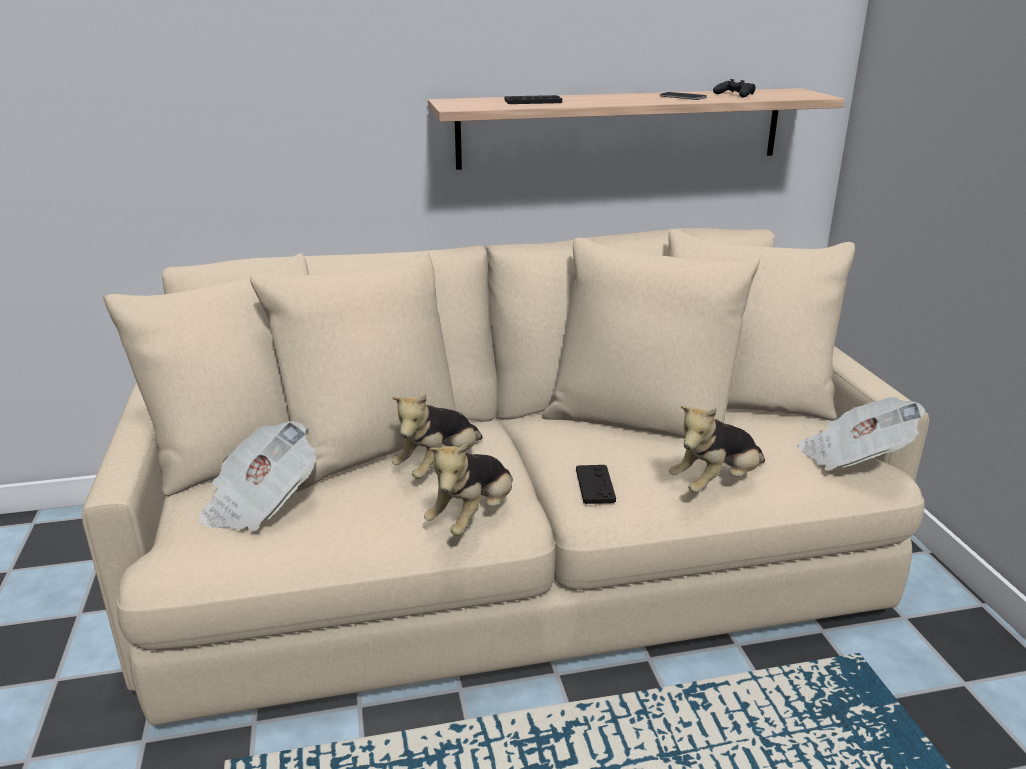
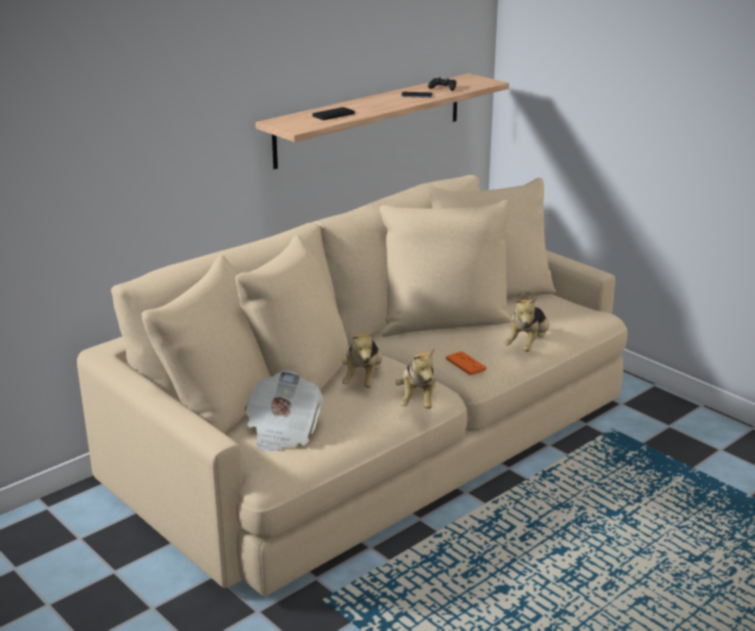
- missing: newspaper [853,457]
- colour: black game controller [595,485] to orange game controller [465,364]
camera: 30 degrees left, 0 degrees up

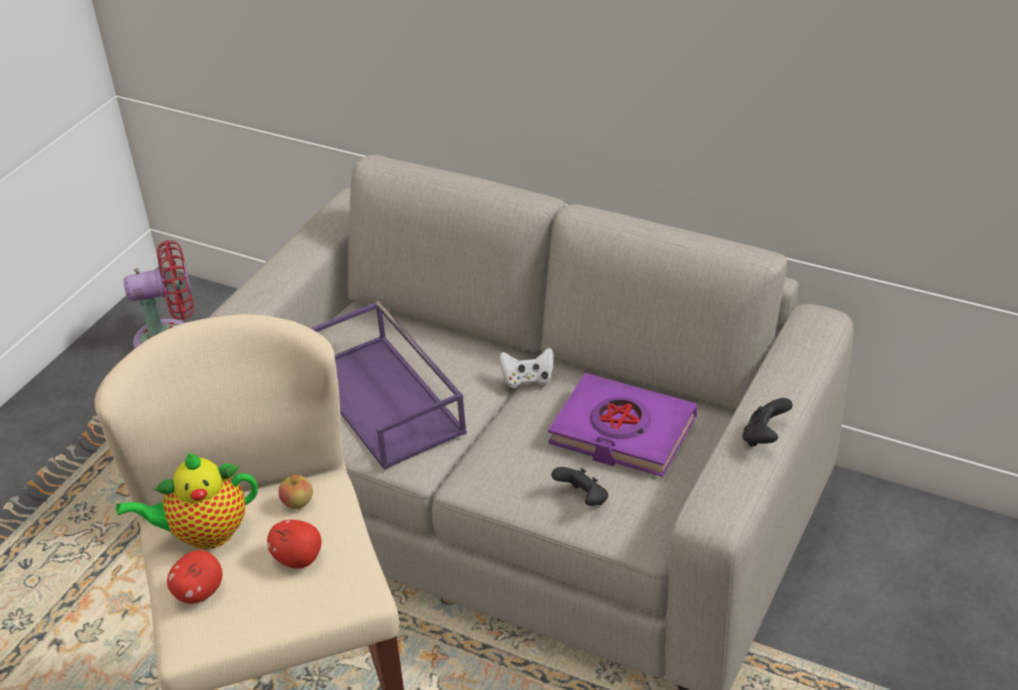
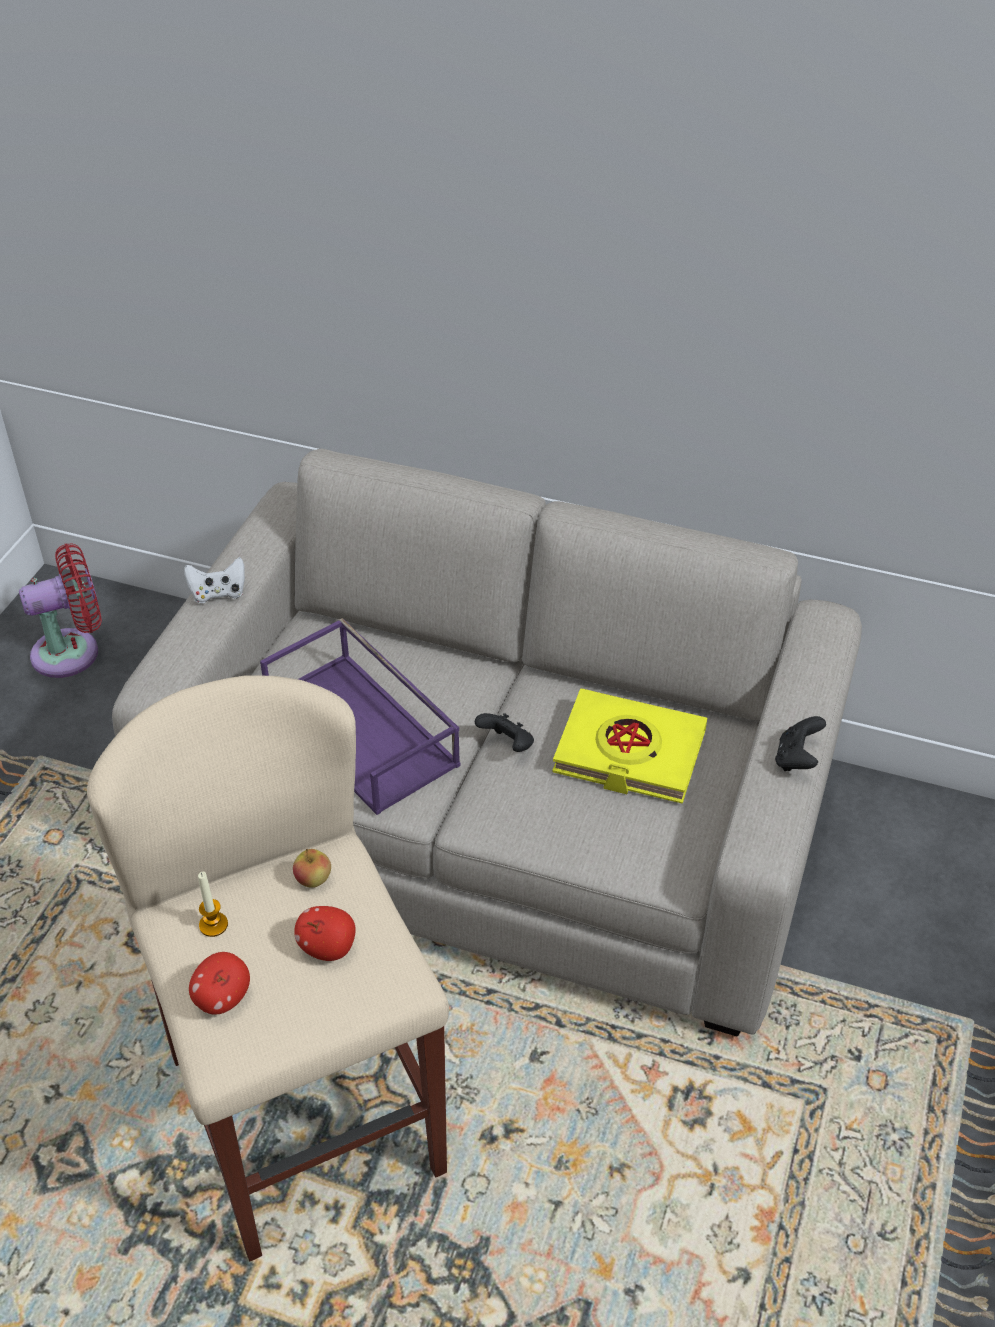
- relocated: white game controller [528,379] to [218,593]
- relocated: black game controller [583,499] to [507,745]
- exchanged: teapot [204,534] to candle [213,925]
- colour: purple book [622,432] to yellow book [629,753]
camera: 10 degrees left, 5 degrees up

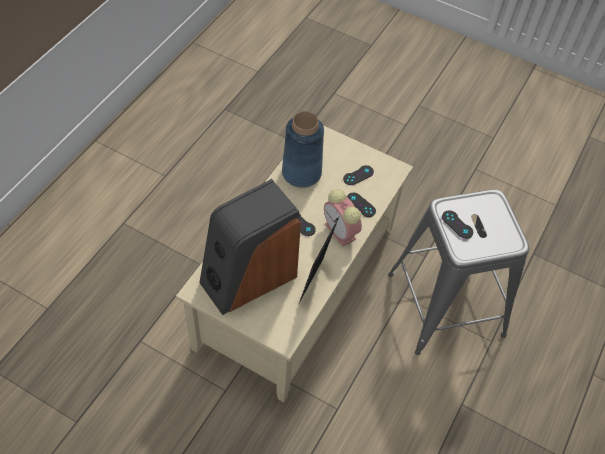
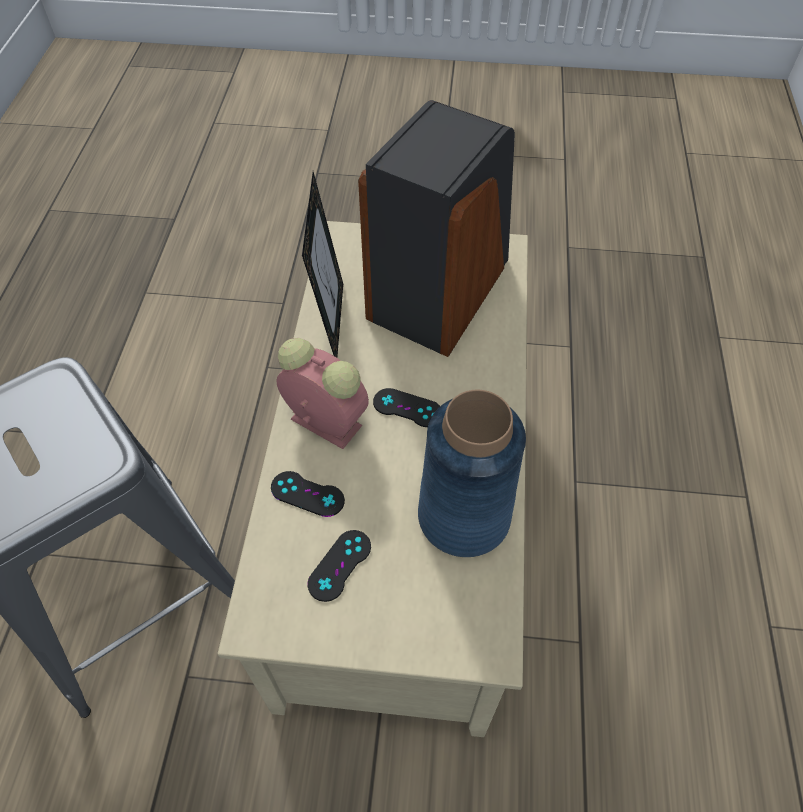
- missing: black game controller [457,224]
camera: 160 degrees right, 0 degrees up

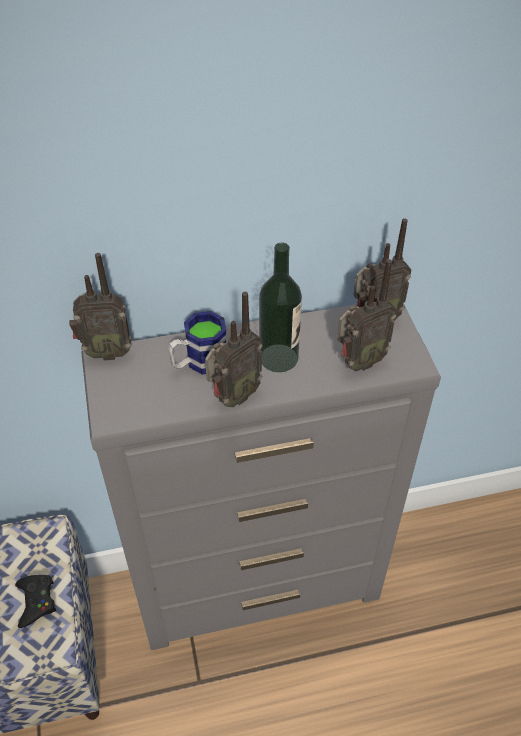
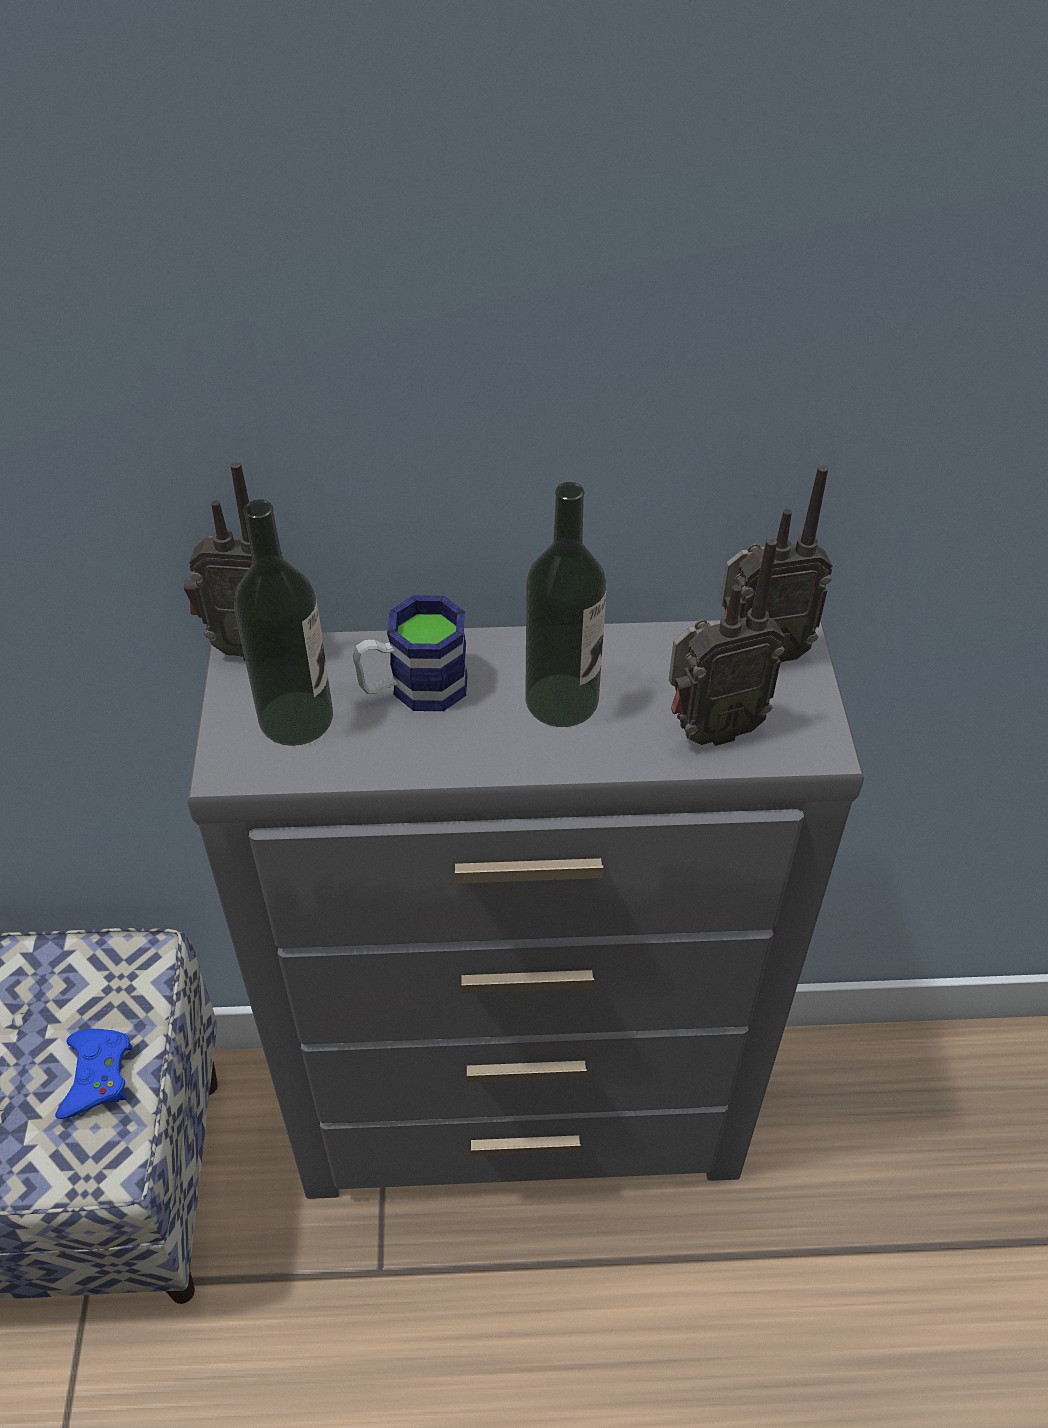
- missing: radio [233,397]
- appeared: bottle [296,718]
- colour: black game controller [36,601] to blue game controller [96,1076]
camera: 10 degrees right, 0 degrees up

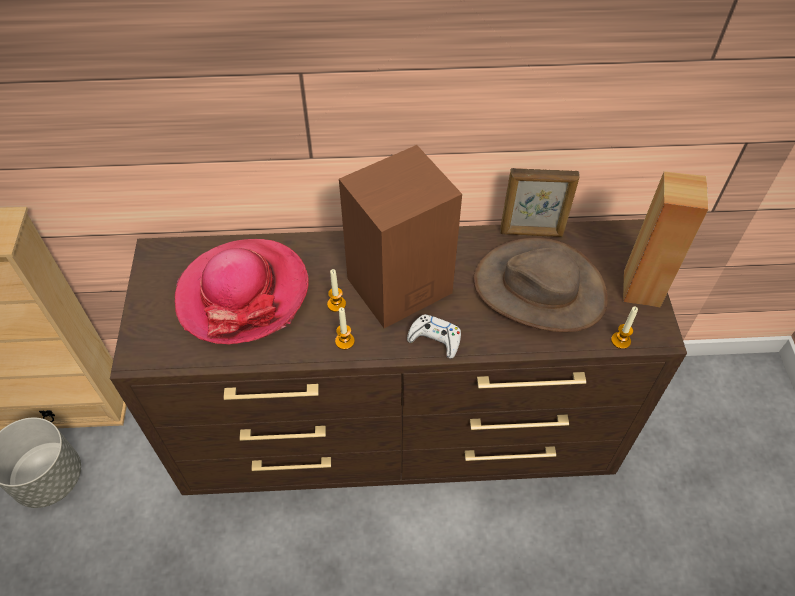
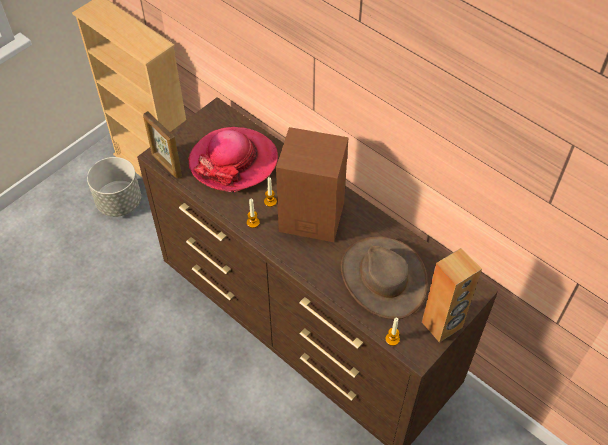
- missing: white game controller [435,339]
- relocated: picture frame [531,233] to [166,165]
camera: 45 degrees right, 0 degrees up

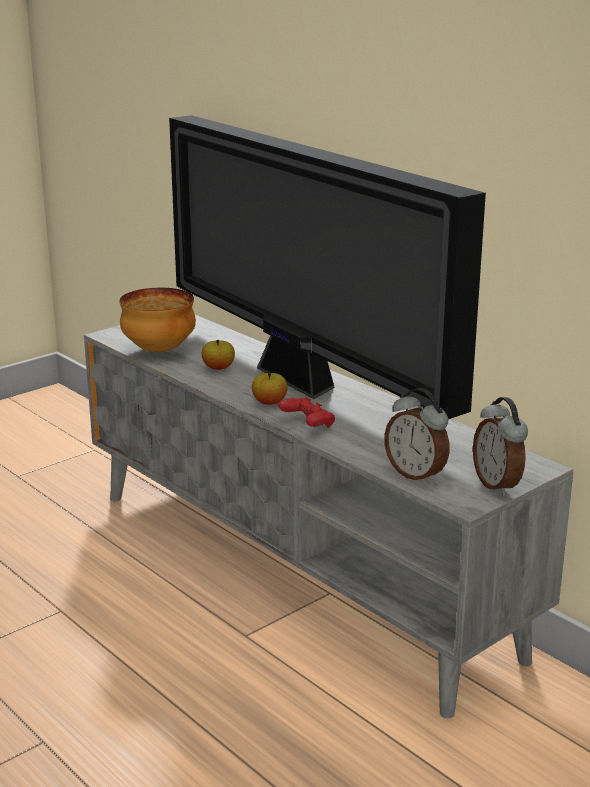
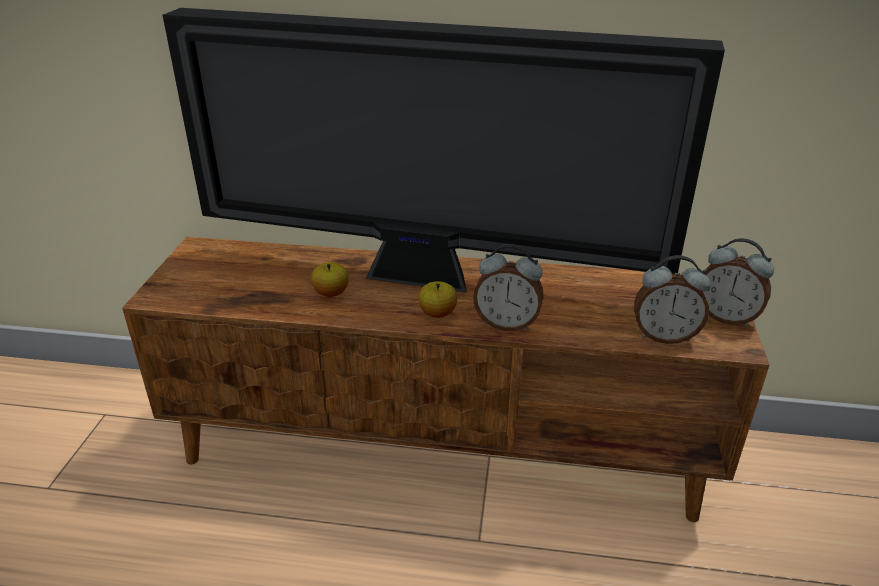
- missing: bowl [158,350]
- exchanged: red game controller [307,425] to alarm clock [507,324]
- colour: grey tv stand [298,571] to brown tv stand [441,448]
camera: 40 degrees left, 10 degrees up

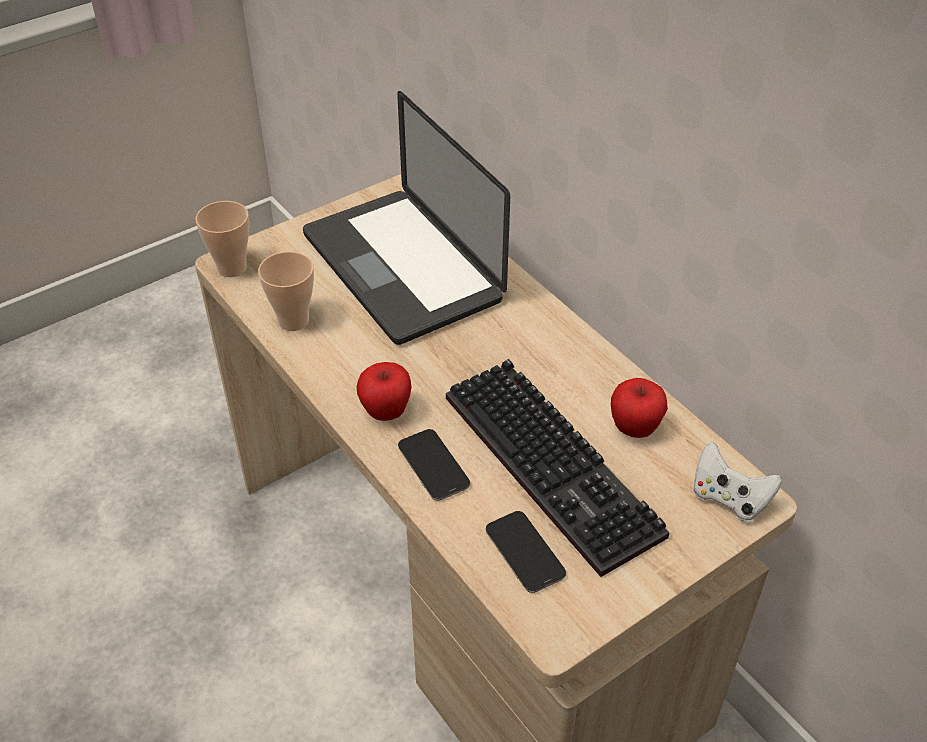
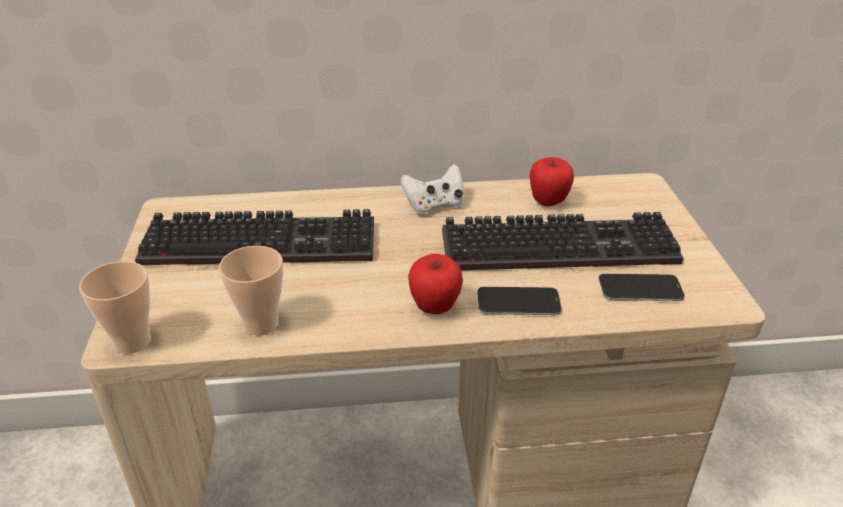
- relocated: white game controller [729,498] to [434,205]
- exchanged: laptop [401,267] to keyboard [265,241]
camera: 60 degrees left, 10 degrees down

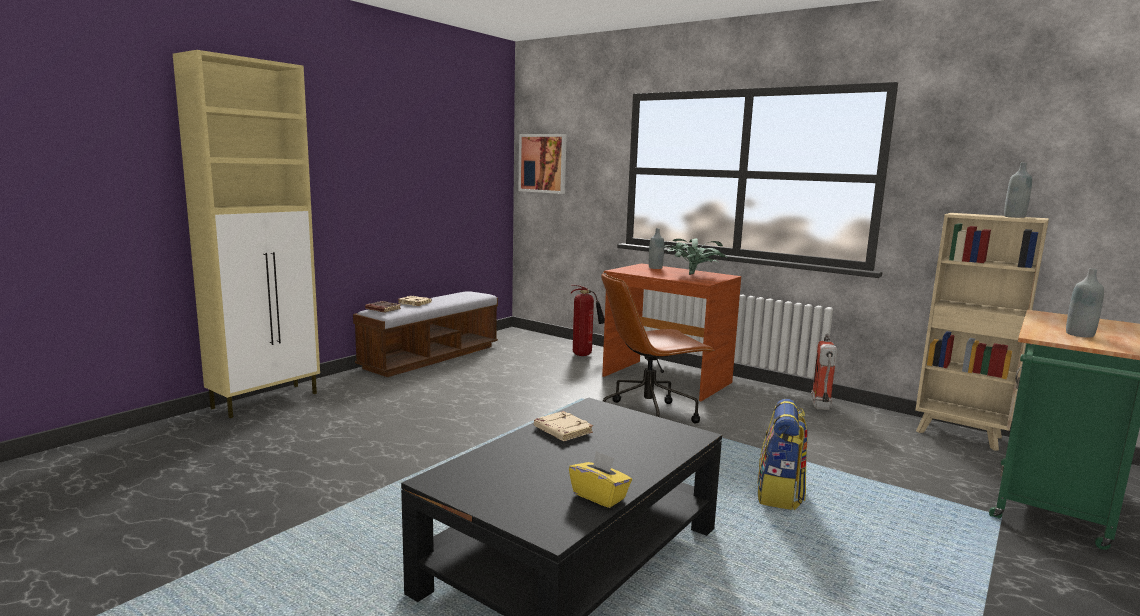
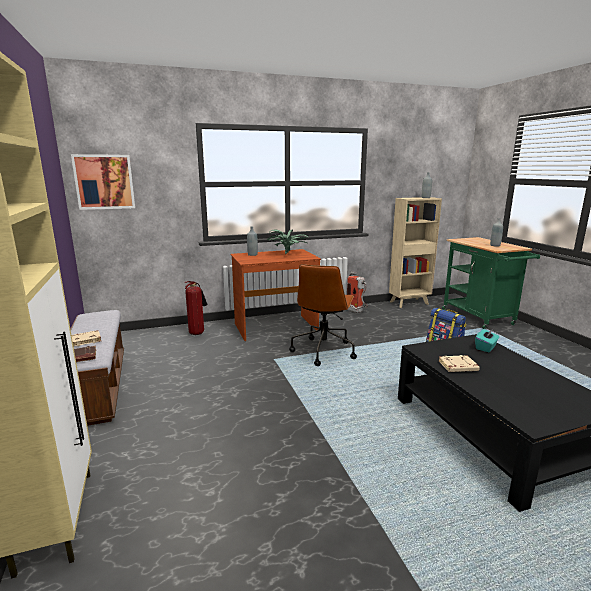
- missing: yellow tissue box [599,496]
- appeared: turquoise tissue box [486,347]
camera: 55 degrees left, 5 degrees up

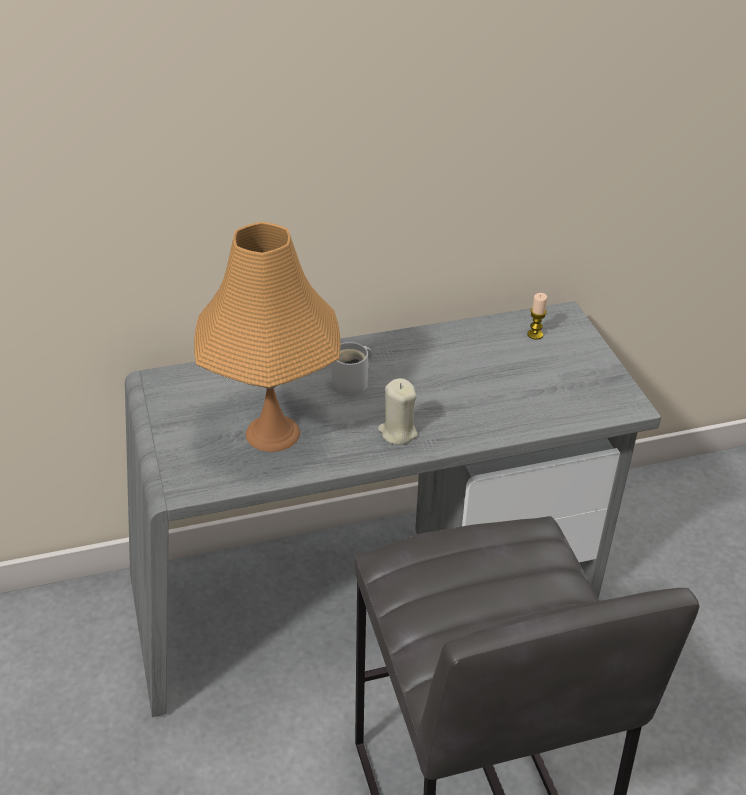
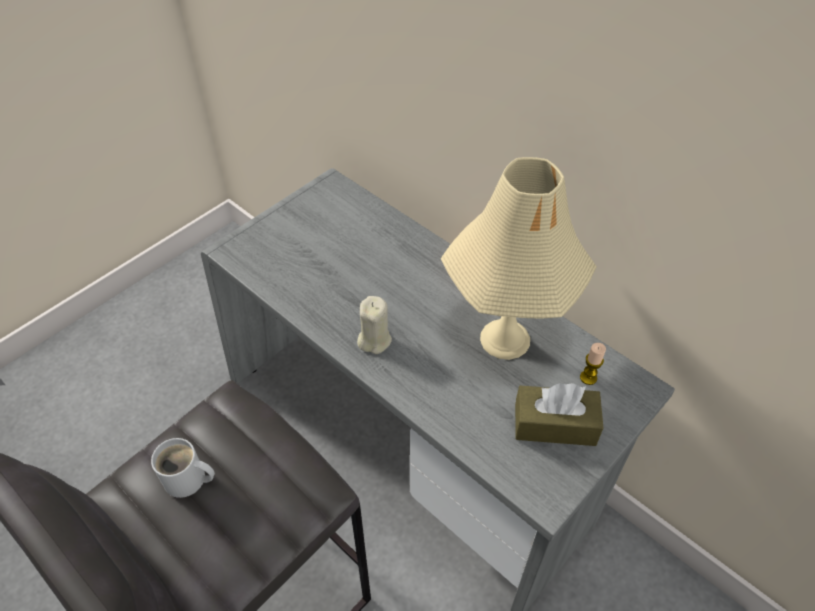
- missing: orange table lamp [273,433]
- appeared: beige table lamp [505,339]
- appeared: brown tissue box [554,424]
- relocated: white mug [353,383] to [188,481]
camera: 60 degrees right, 10 degrees up

